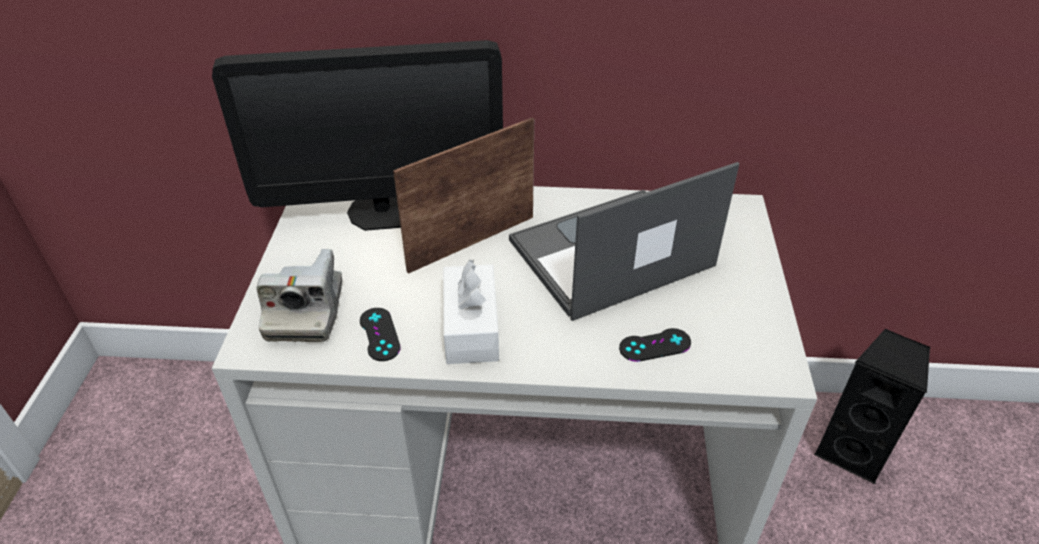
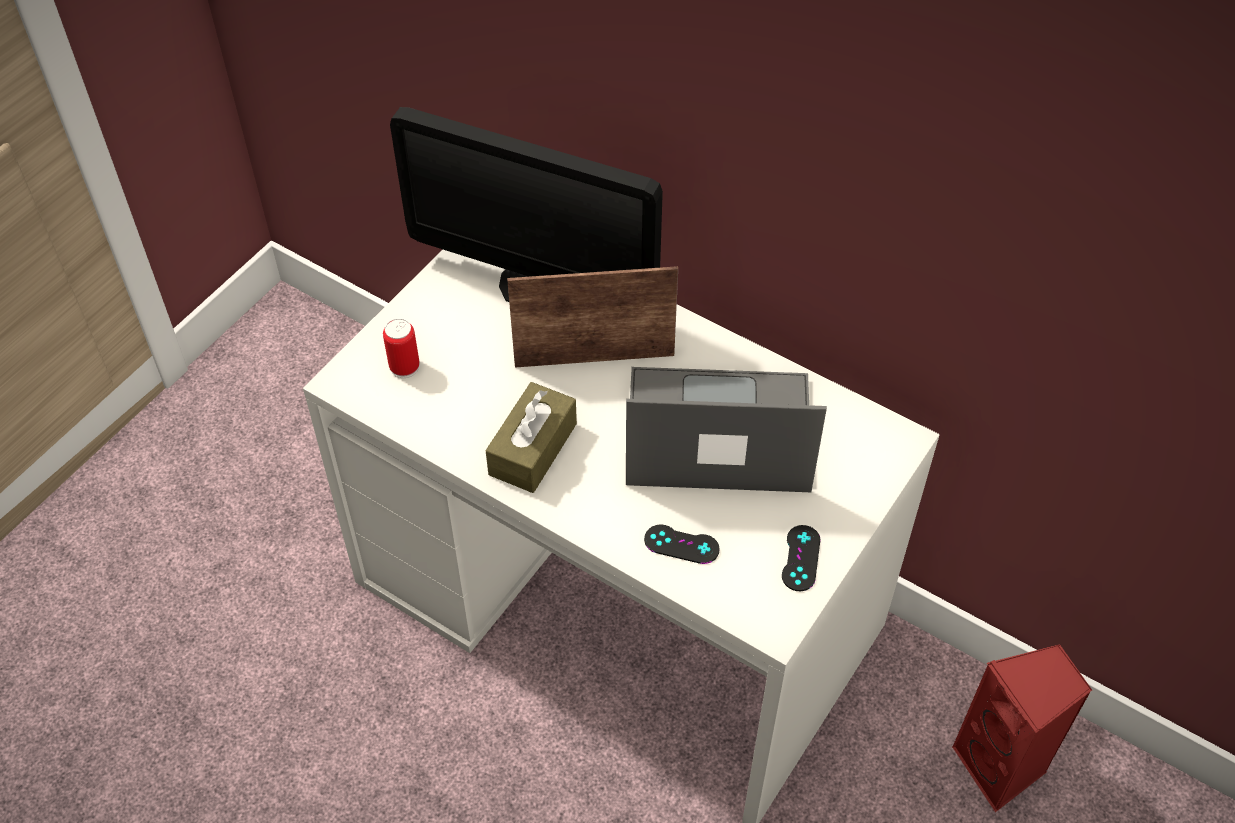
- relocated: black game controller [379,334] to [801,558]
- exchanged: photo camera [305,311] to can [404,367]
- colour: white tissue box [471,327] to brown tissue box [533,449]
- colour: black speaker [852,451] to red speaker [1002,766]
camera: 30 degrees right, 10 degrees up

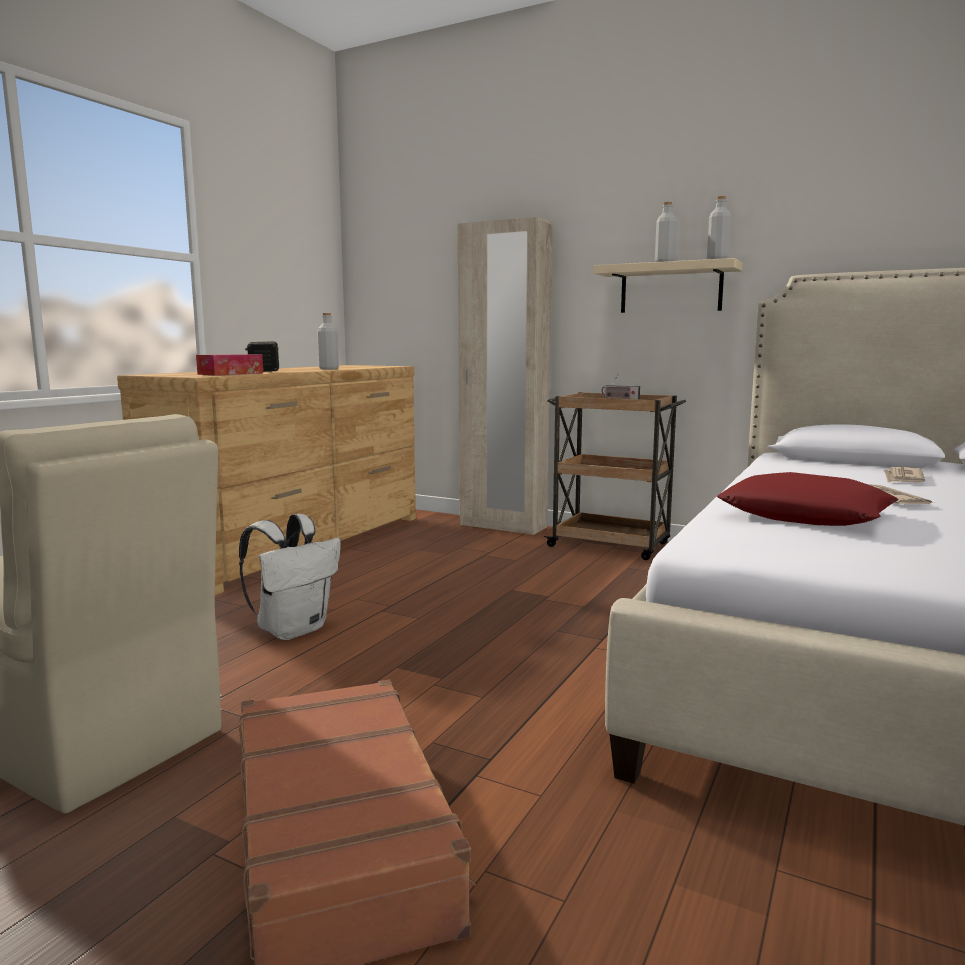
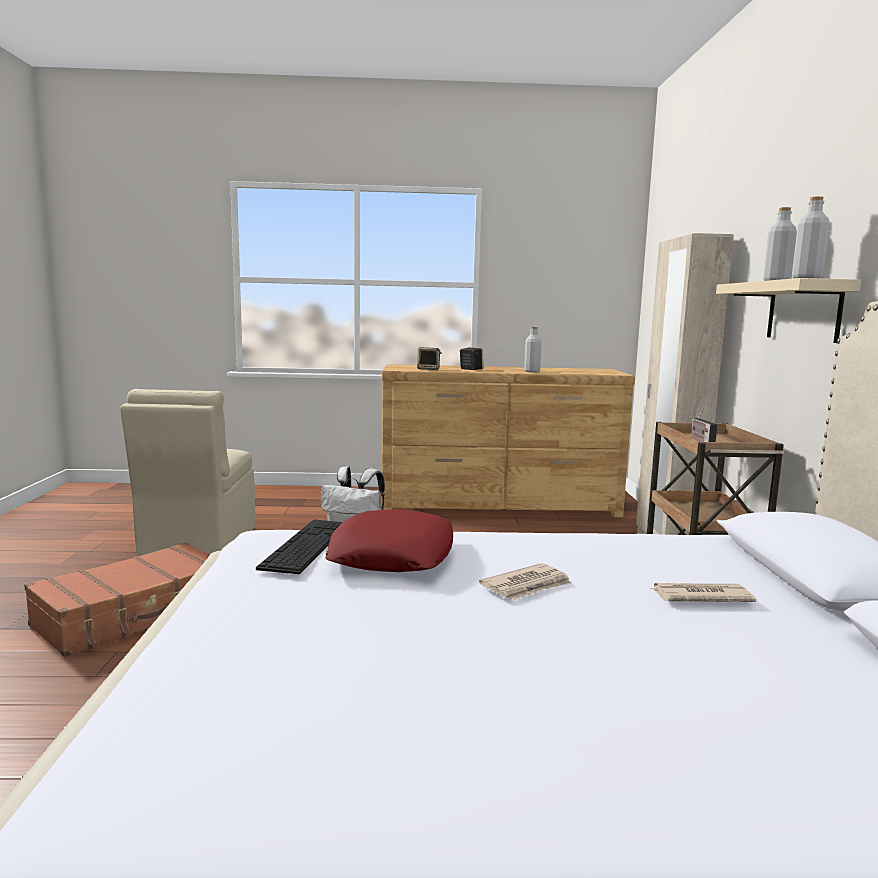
- appeared: keyboard [307,545]
- exchanged: tissue box [231,374] to speaker [429,369]
camera: 60 degrees right, 0 degrees up

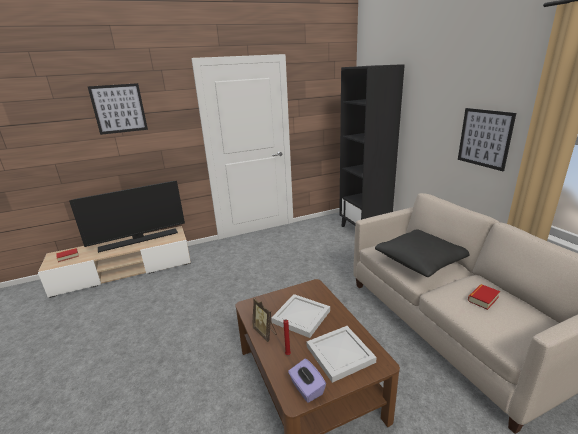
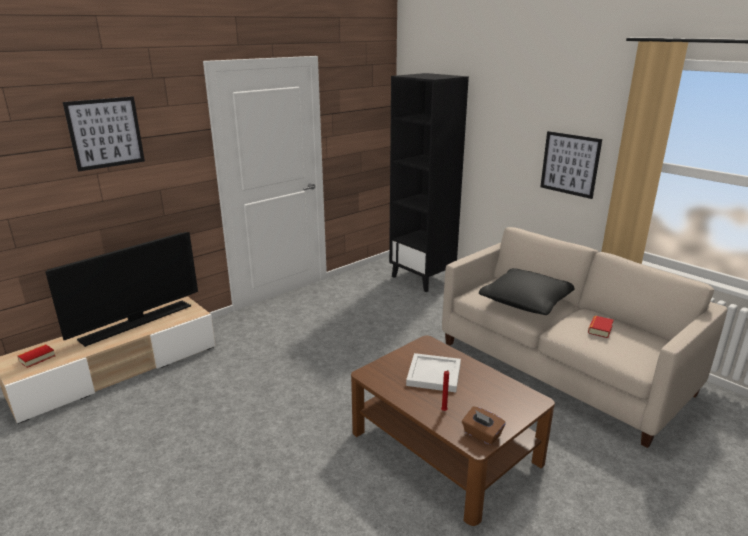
- missing: picture frame [265,333]
- missing: white tray [339,355]
- colour: purple tissue box [306,389] to brown tissue box [481,435]
camera: 20 degrees left, 0 degrees up

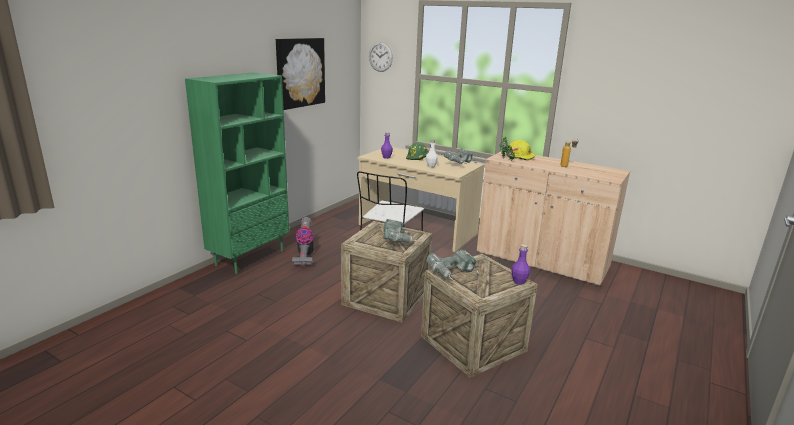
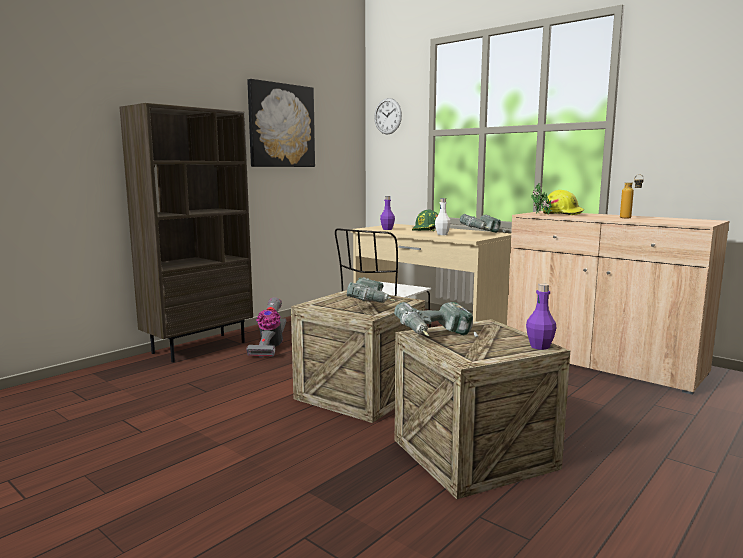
- colour: green bookcase [250,257] to brown bookcase [199,347]
camera: 10 degrees right, 10 degrees down

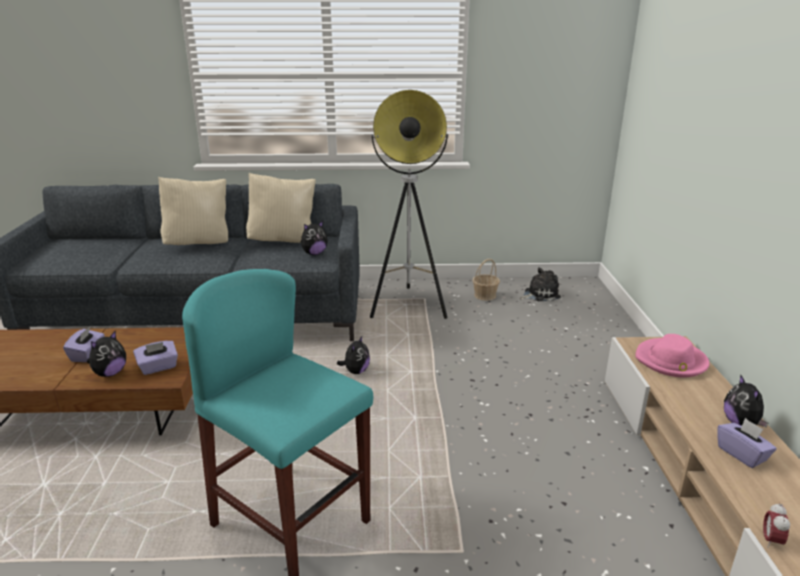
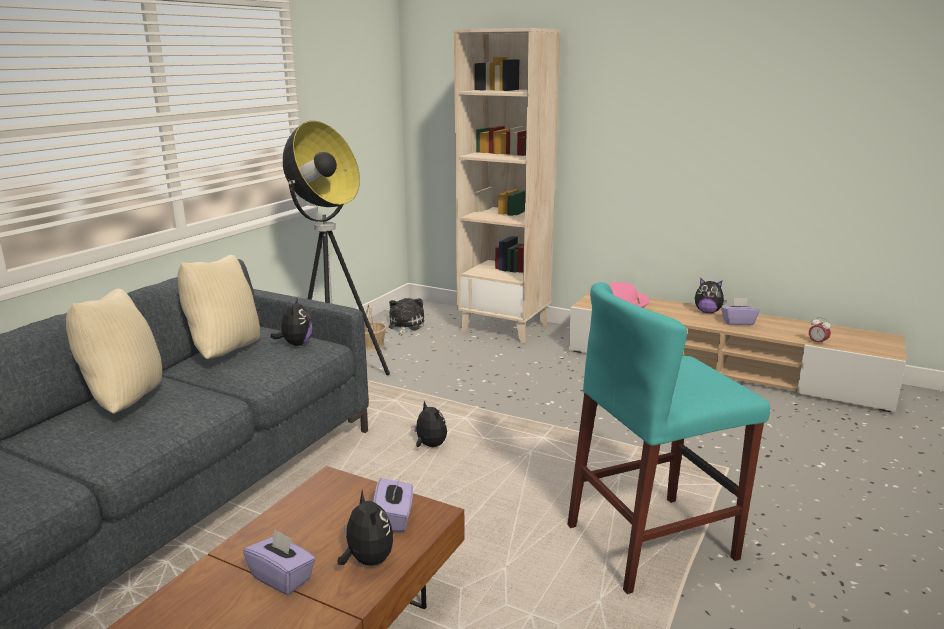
- appeared: beige bookcase [505,328]
camera: 60 degrees left, 5 degrees down

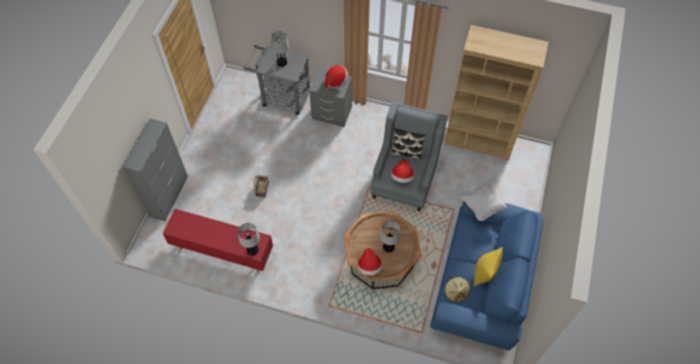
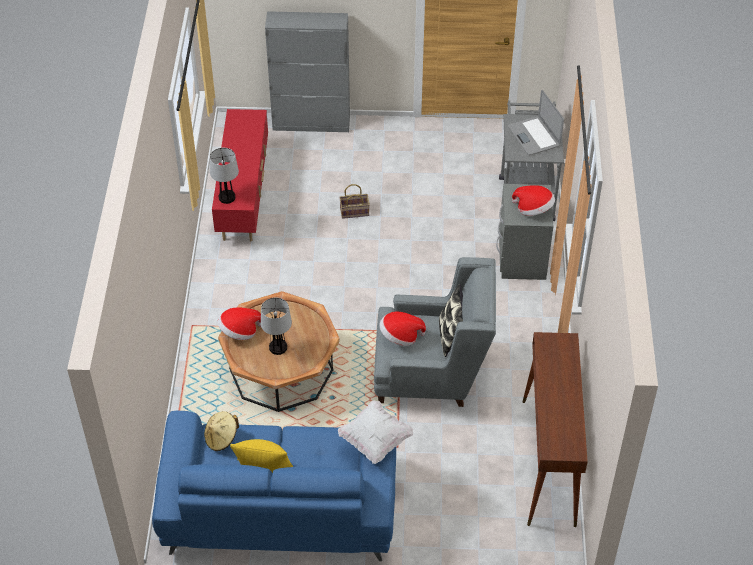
- exchanged: table lamp [282,62] to laptop [534,136]
- exchanged: brown bookcase [479,141] to brown console table [548,462]
camera: 75 degrees right, 10 degrees down

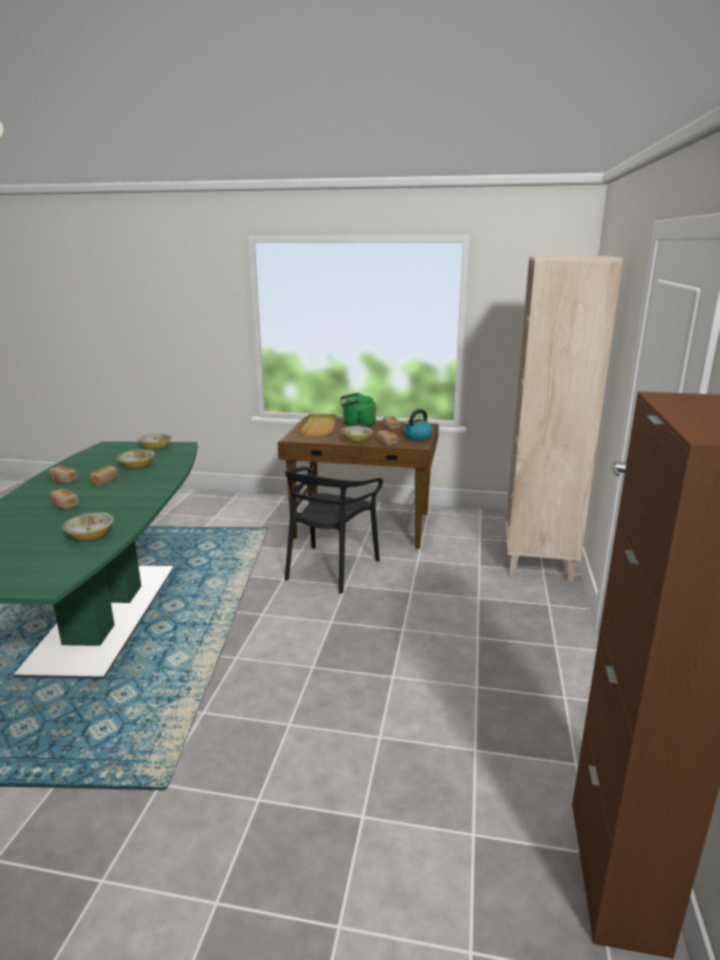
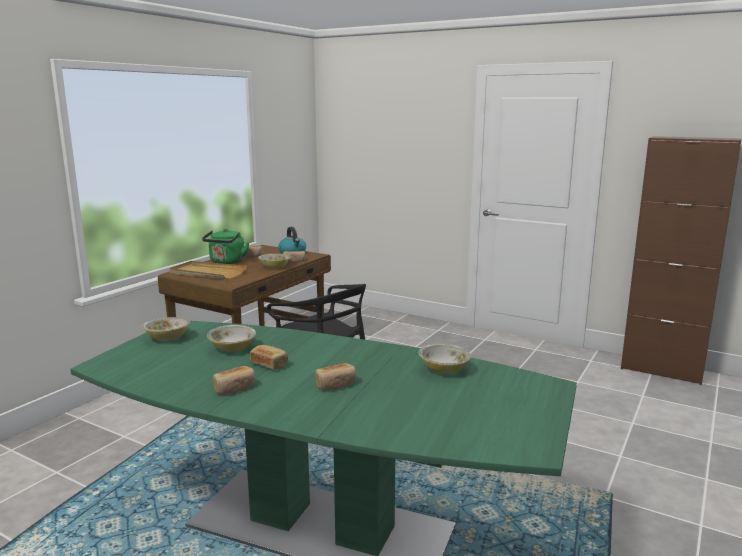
- missing: beige bookcase [539,561]
camera: 70 degrees left, 5 degrees down

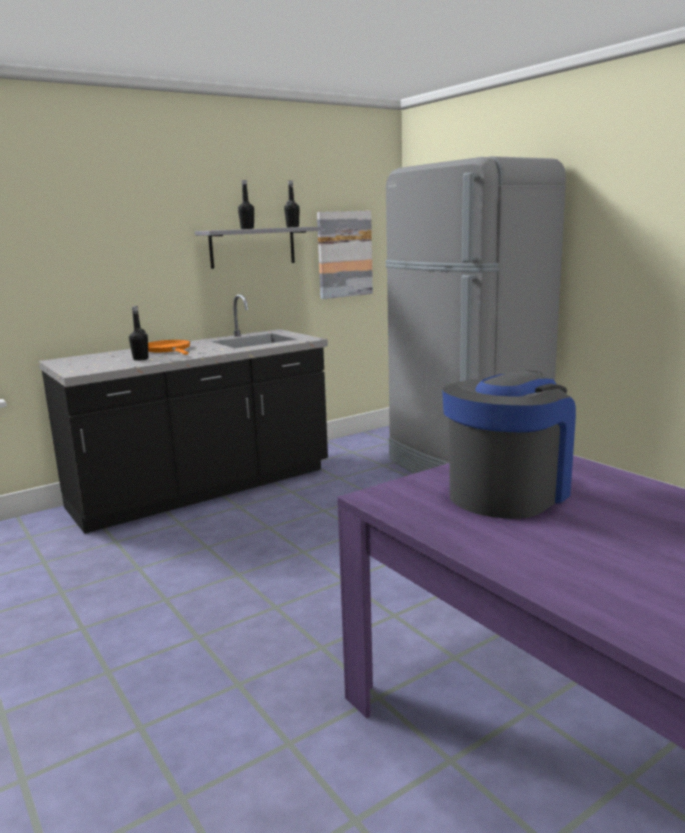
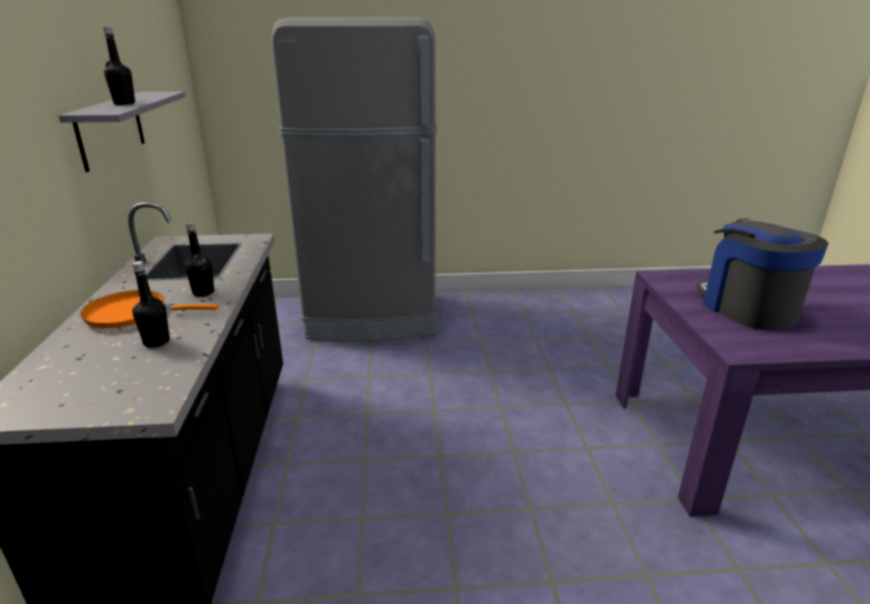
- missing: picture [344,254]
- relocated: black bottle [292,227] to [203,292]
camera: 60 degrees left, 10 degrees up

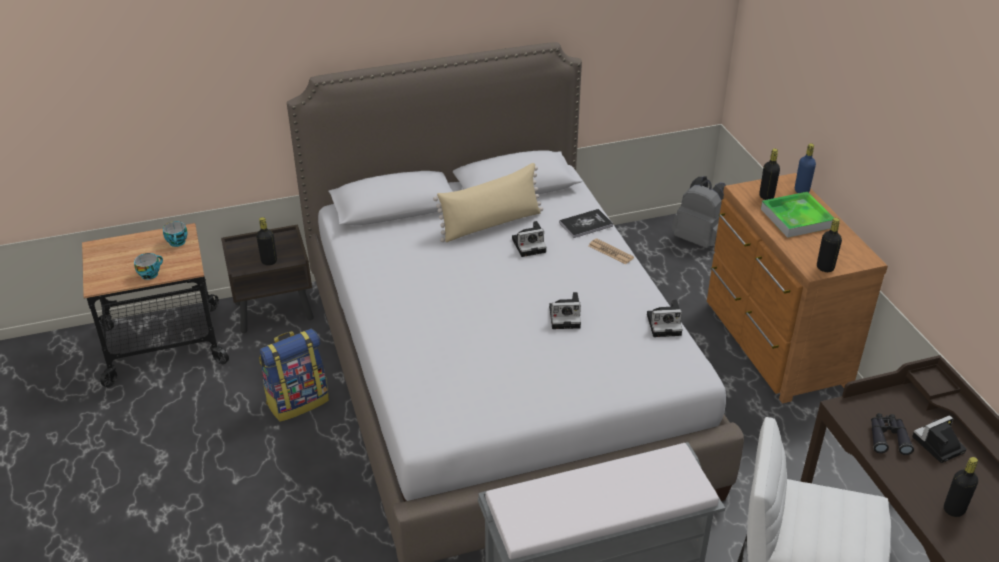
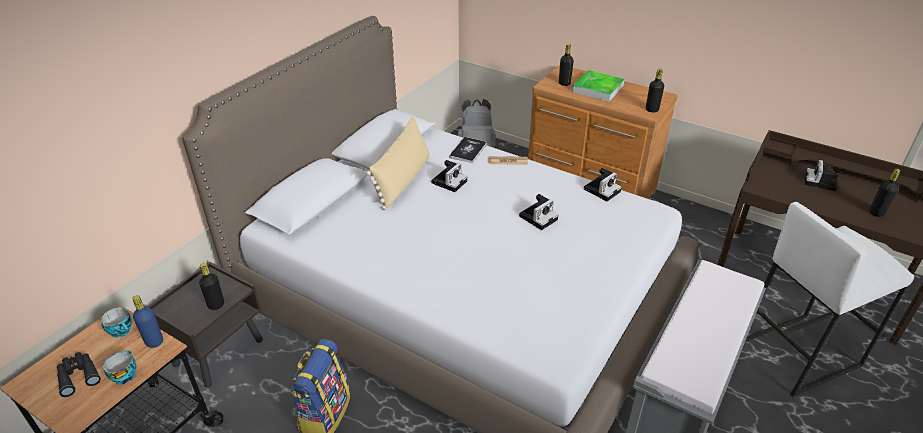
- relocated: blue bottle [801,191] to [154,341]
- relocated: black binoculars [888,437] to [78,376]
camera: 40 degrees left, 0 degrees up

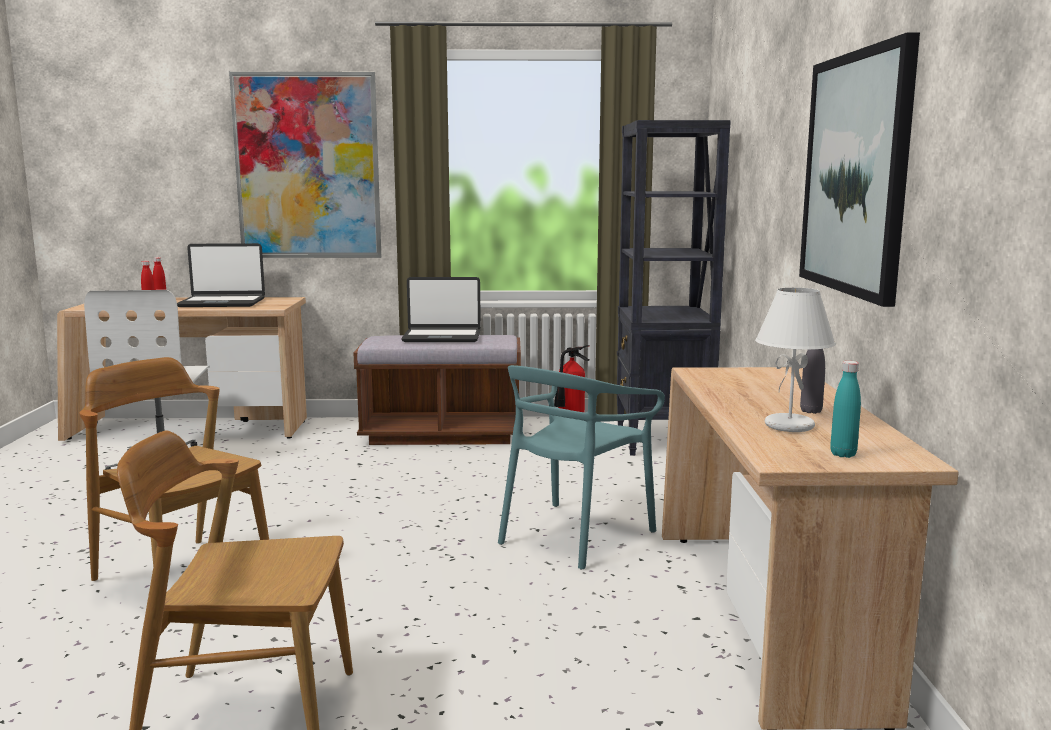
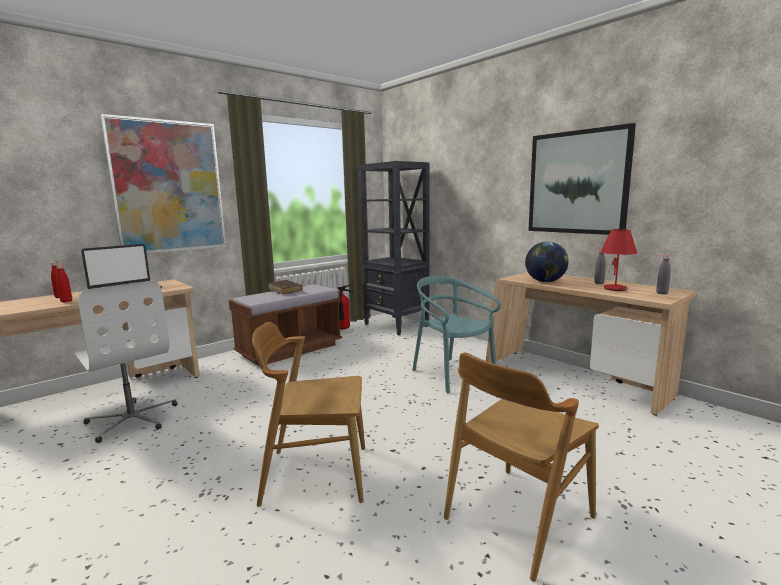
- appeared: globe [545,282]
- exchanged: laptop [442,337] to brown book [285,291]
- colour: white table lamp [789,426] to red table lamp [615,289]
- colour: turquoise bottle [843,454] to grey bottle [662,293]
- spun: turquoise chair [574,535] = [452,374] 150 degrees clockwise
camera: 40 degrees left, 0 degrees up

